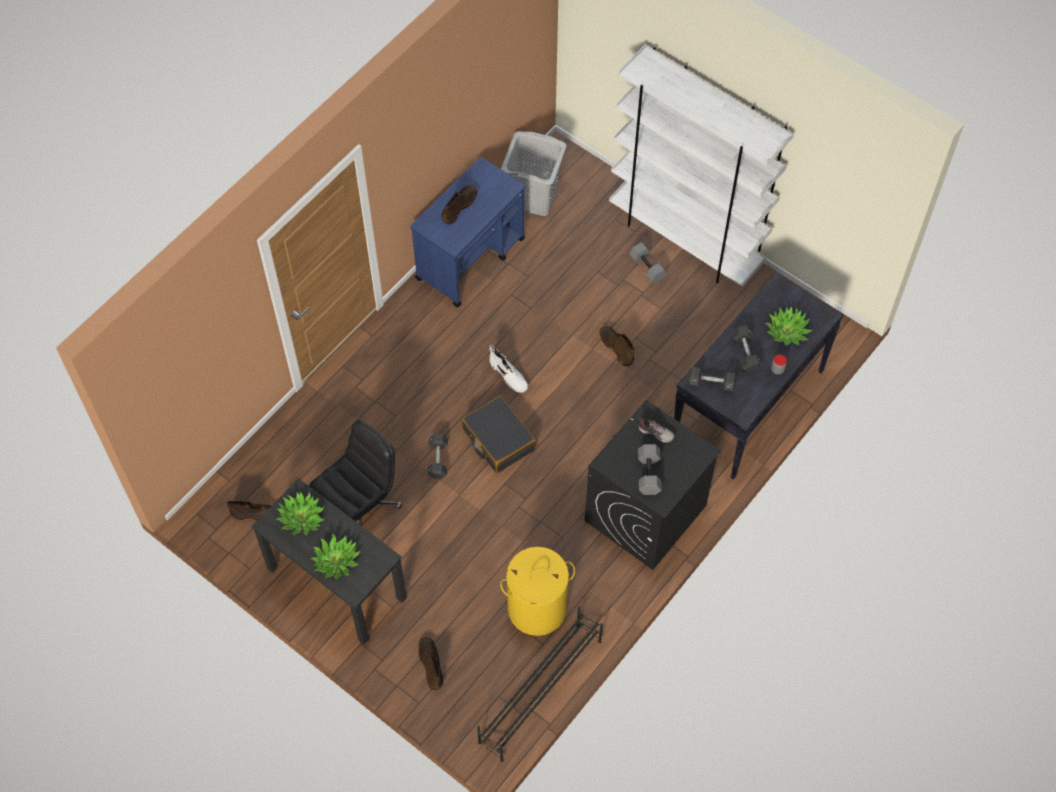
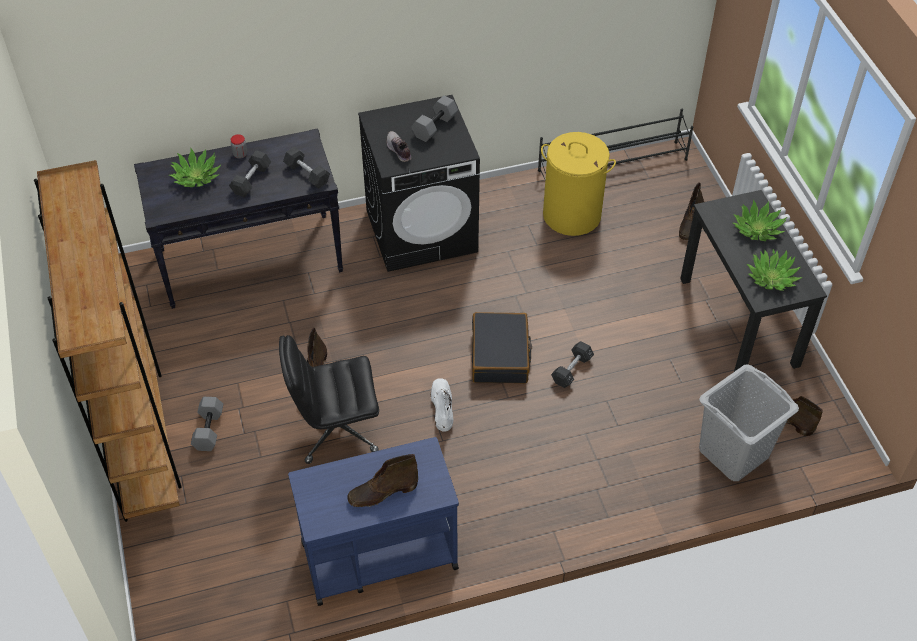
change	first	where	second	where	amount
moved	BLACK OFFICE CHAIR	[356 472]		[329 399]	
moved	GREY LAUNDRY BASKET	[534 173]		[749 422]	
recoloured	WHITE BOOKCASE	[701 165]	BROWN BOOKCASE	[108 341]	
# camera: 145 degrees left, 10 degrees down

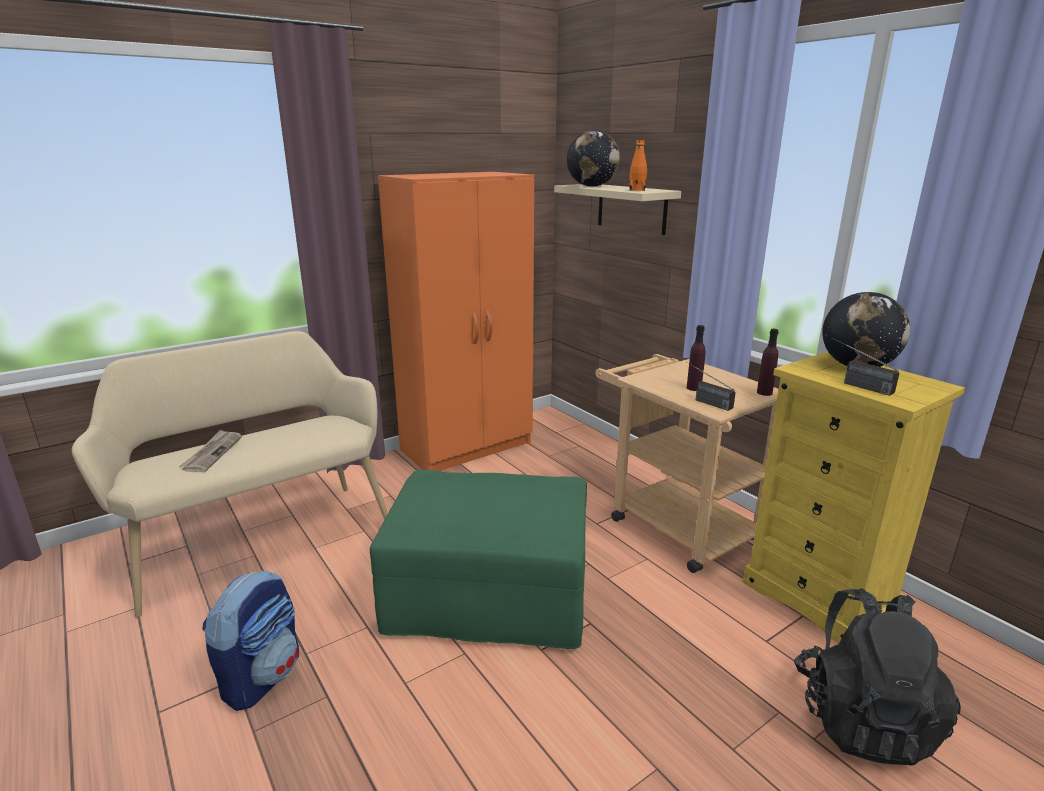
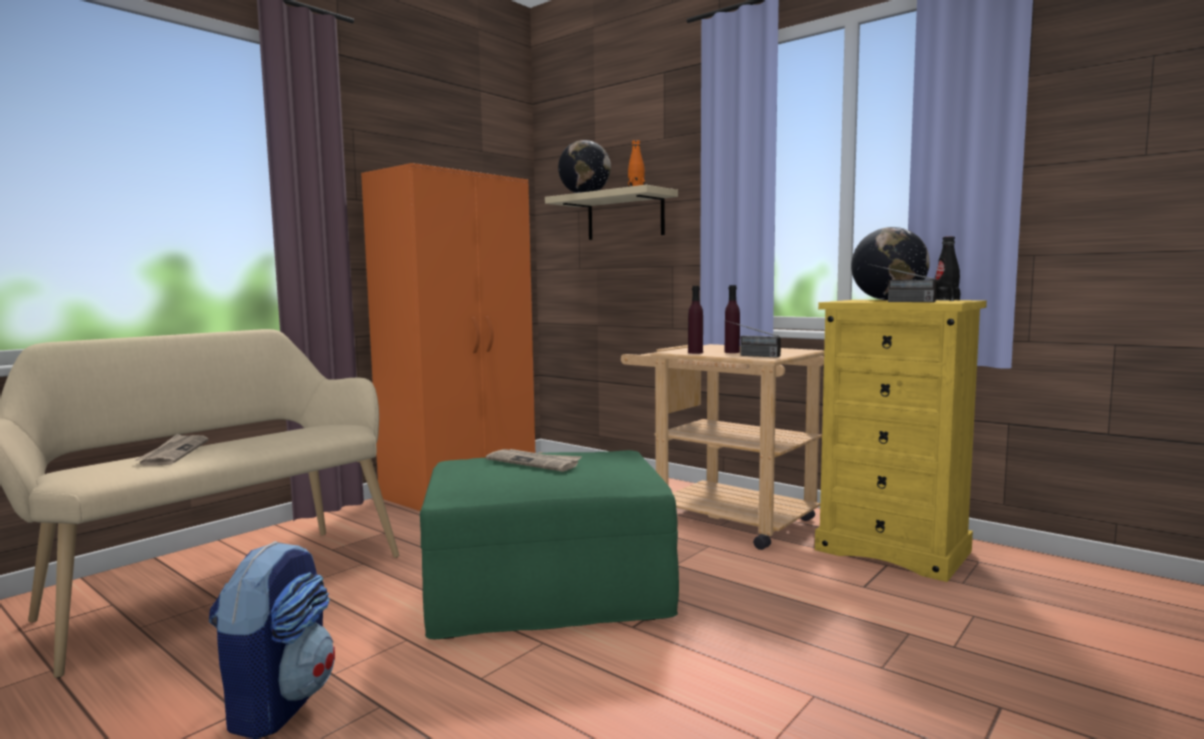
change	first	where	second	where	amount
moved	PURPLE BOTTLE	[768 362]		[695 320]	
removed	BLACK BACKPACK	[877 677]			
added			NEWSPAPER	[534 460]	
added			BLACK BOTTLE	[947 268]	
# camera: 15 degrees left, 15 degrees down

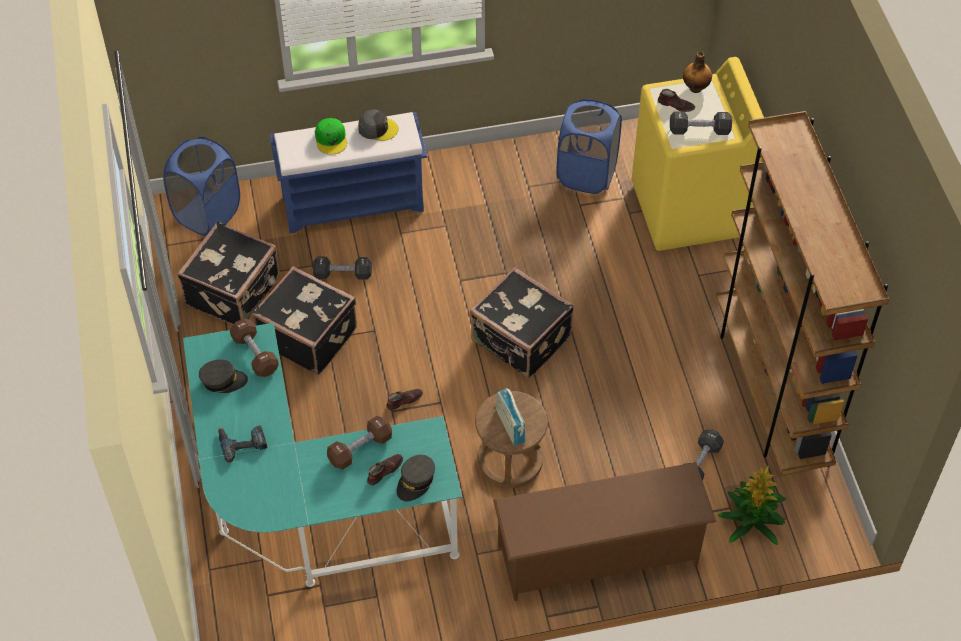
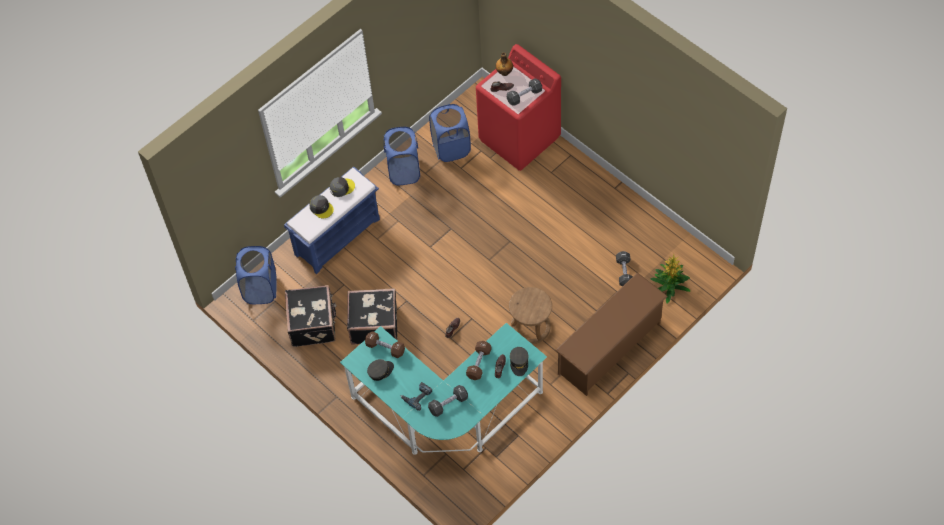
change	first	where	second	where	amount
moved	BLACK DUMBBELL	[342 268]		[448 401]	
recoloured	GREEN CAP	[331 136]	GREY CAP	[322 206]	
removed	BLACK SUITCASE	[522 322]			
removed	RADIO	[511 417]			
recoloured	YELLOW WASHING MACHINE	[698 154]	RED WASHING MACHINE	[518 107]	
removed	BROWN BOOKCASE	[802 293]			
added			BLUE LAUNDRY BASKET	[402 156]	
# camera: 30 degrees left, 5 degrees up

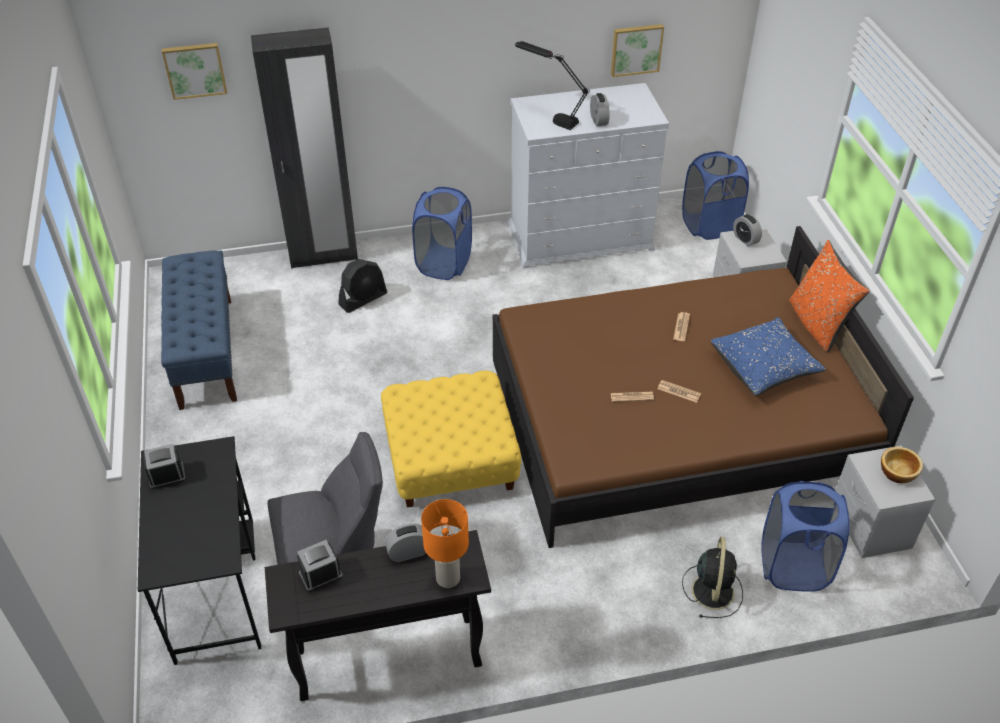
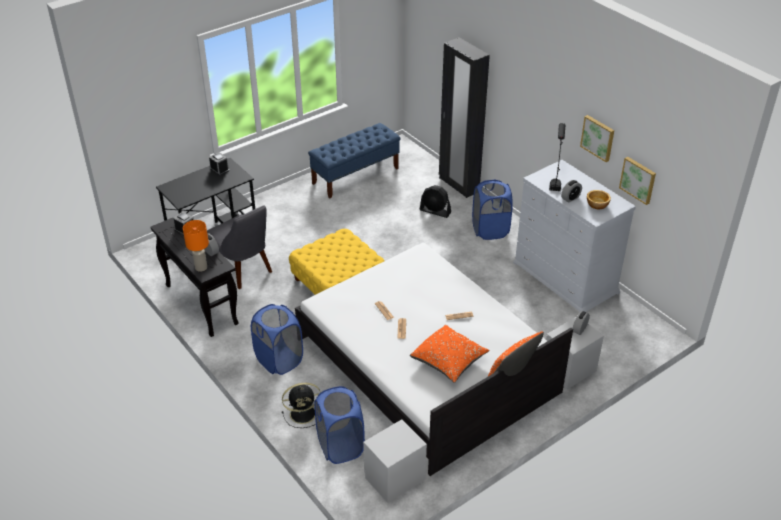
change	first	where	second	where	amount
moved	PICTURE	[194 71]		[597 138]	
recoloured	BROWN BED	[703 387]	WHITE BED	[434 359]	
moved	BLUE LAUNDRY BASKET	[715 195]		[277 339]	
recoloured	BLUE PILLOW	[768 356]	ORANGE PILLOW	[450 354]	
moved	BOWL	[902 465]		[599 200]	
# camera: 65 degrees right, 5 degrees down

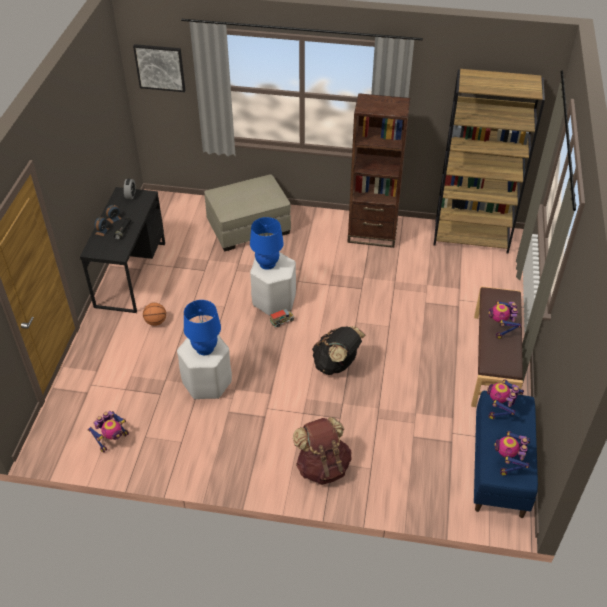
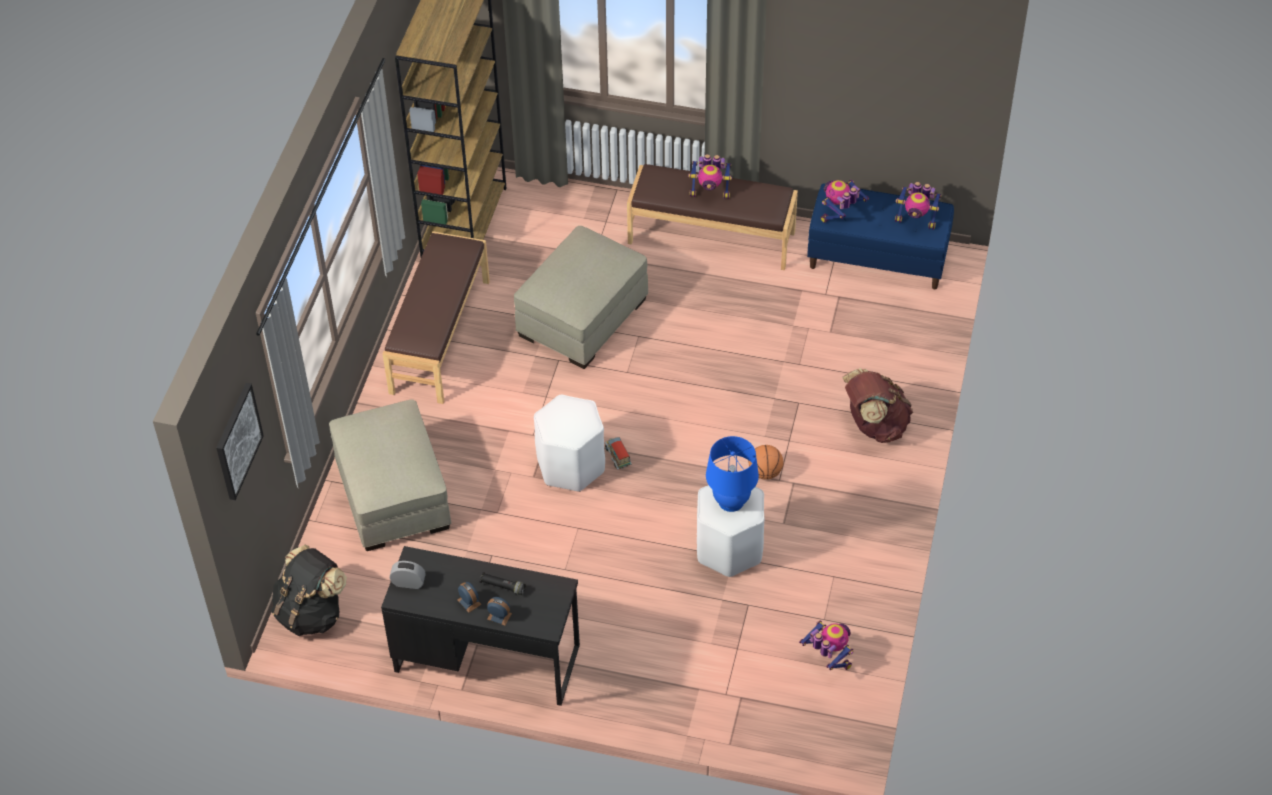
change	first	where	second	where	amount
moved	BASKETBALL	[154 314]		[766 462]	
removed	BLUE TABLE LAMP	[267 243]			
moved	BLACK BACKPACK	[338 350]		[309 590]	
replaced	BROWN BOOKCASE	[378 170]	BROWN BENCH	[436 317]	
turned	TOY ROBOT	[505 399]		[844 201]	105 degrees clockwise
added			BEIGE OTTOMAN	[581 297]	
# camera: 85 degrees left, 5 degrees up

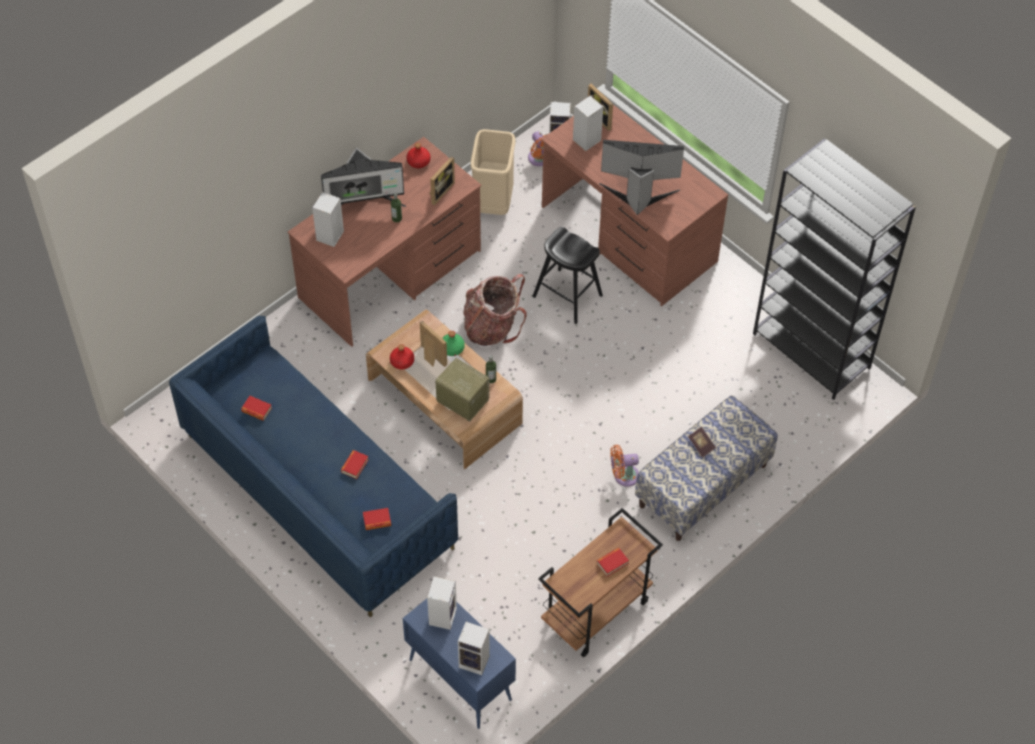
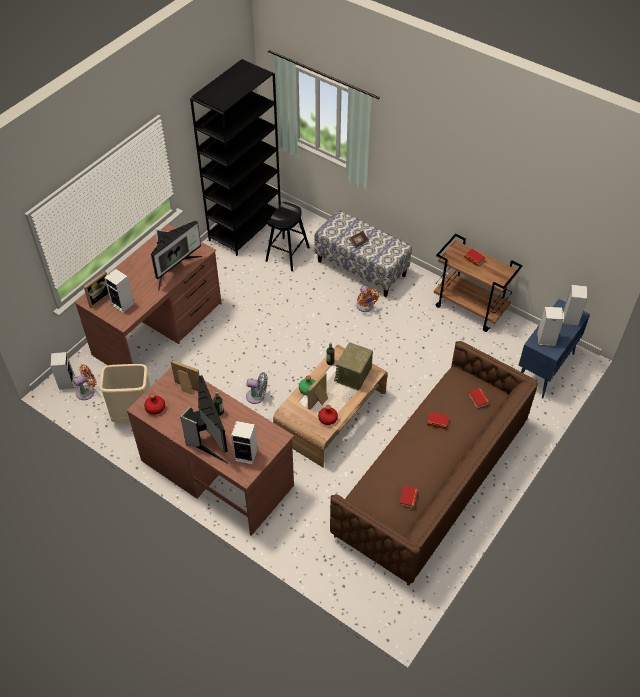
change	first	where	second	where	amount
recoloured	BLUE SOFA	[313 466]	BROWN SOFA	[434 463]	
replaced	BACKPACK	[495 310]	GREY FAN	[257 388]	
moved	BLACK STOOL	[568 275]		[288 236]	
turned	MONITOR	[641 177]		[177 256]	135 degrees counterclockwise
# camera: 100 degrees left, 5 degrees down

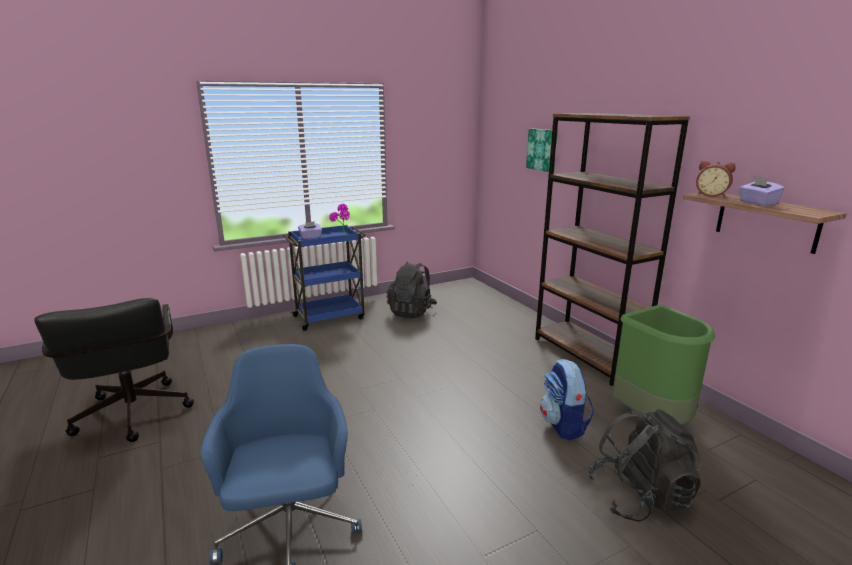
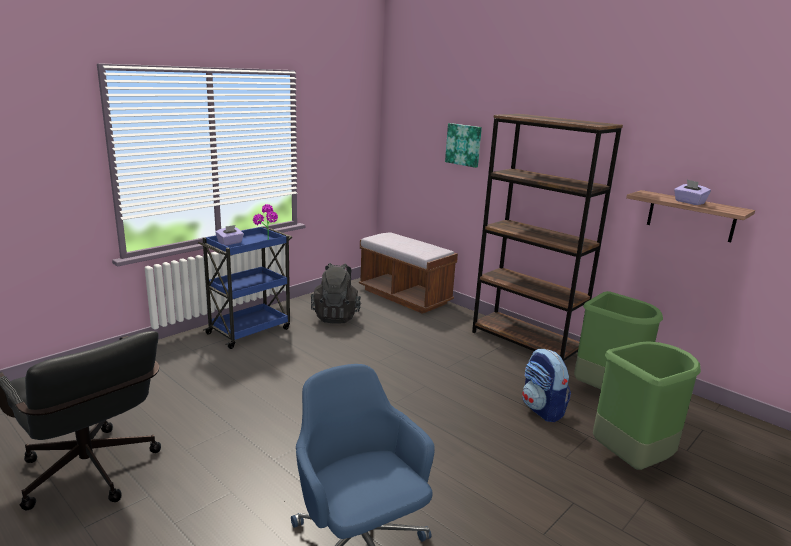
change	first	where	second	where	amount
replaced	BLACK BACKPACK	[645 465]	GREEN TRASH CAN	[647 405]	
removed	ALARM CLOCK	[716 179]			
added			BROWN BENCH	[408 273]	
# camera: 20 degrees left, 0 degrees up

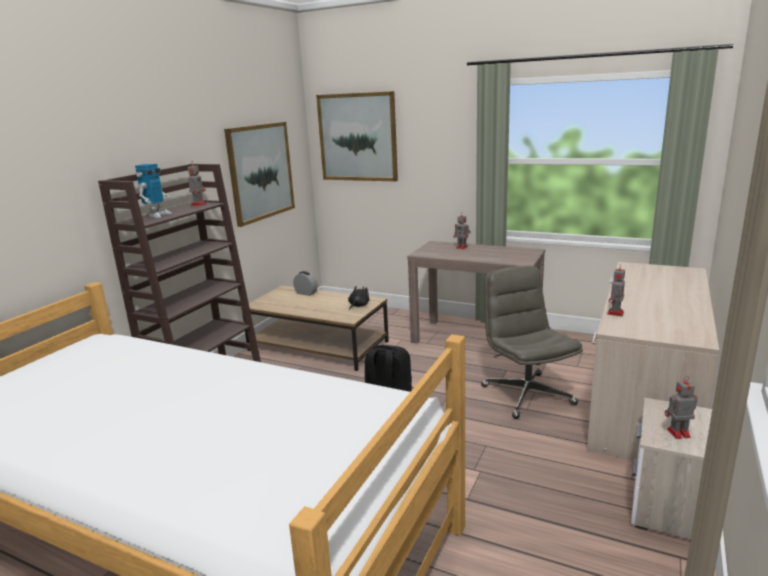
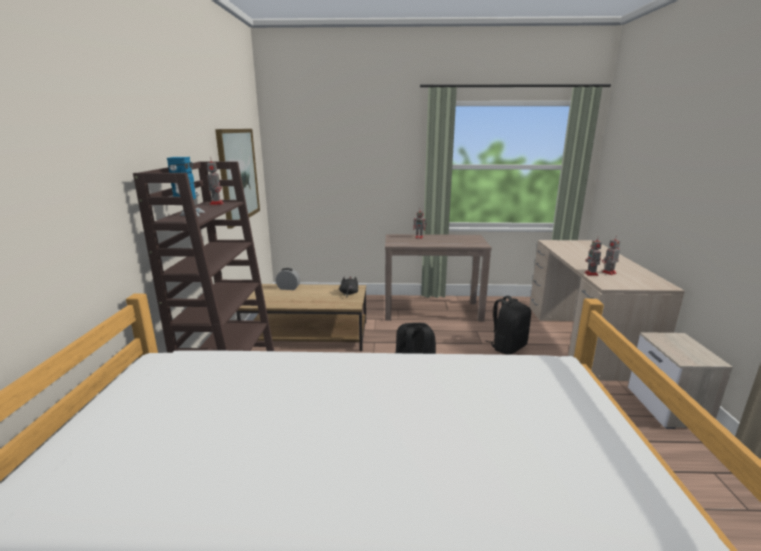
change	first	where	second	where	amount
removed	PICTURE	[357 136]			
replaced	GREY OFFICE CHAIR	[532 342]	BLACK BACKPACK	[508 325]	
moved	TOY ROBOT	[681 407]		[611 255]	
# camera: 25 degrees left, 0 degrees up

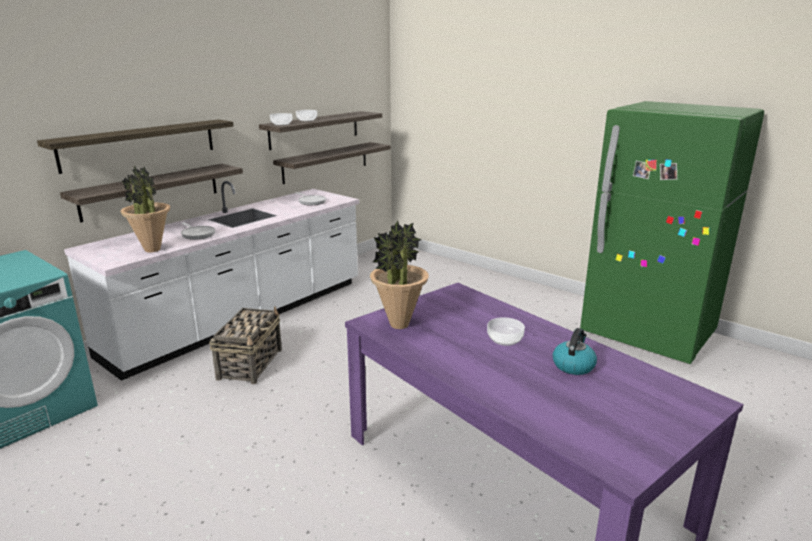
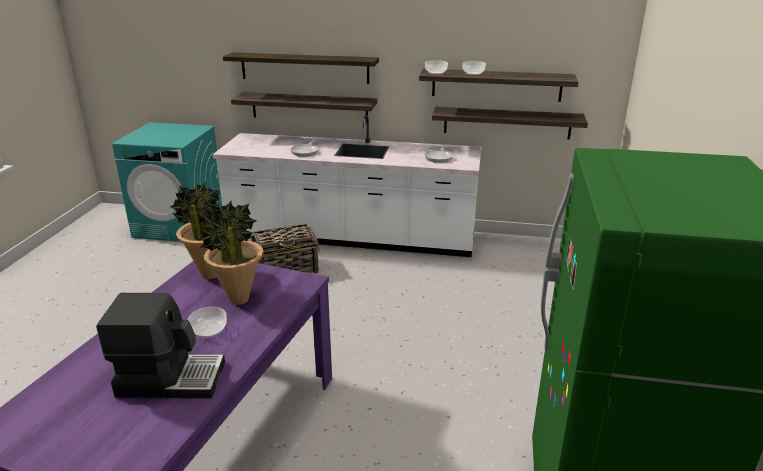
change	first	where	second	where	amount
moved	POTTED PLANT	[145 208]		[230 253]	
replaced	KETTLE	[575 351]	COFFEE MACHINE	[160 345]	
# camera: 60 degrees right, 5 degrees up

